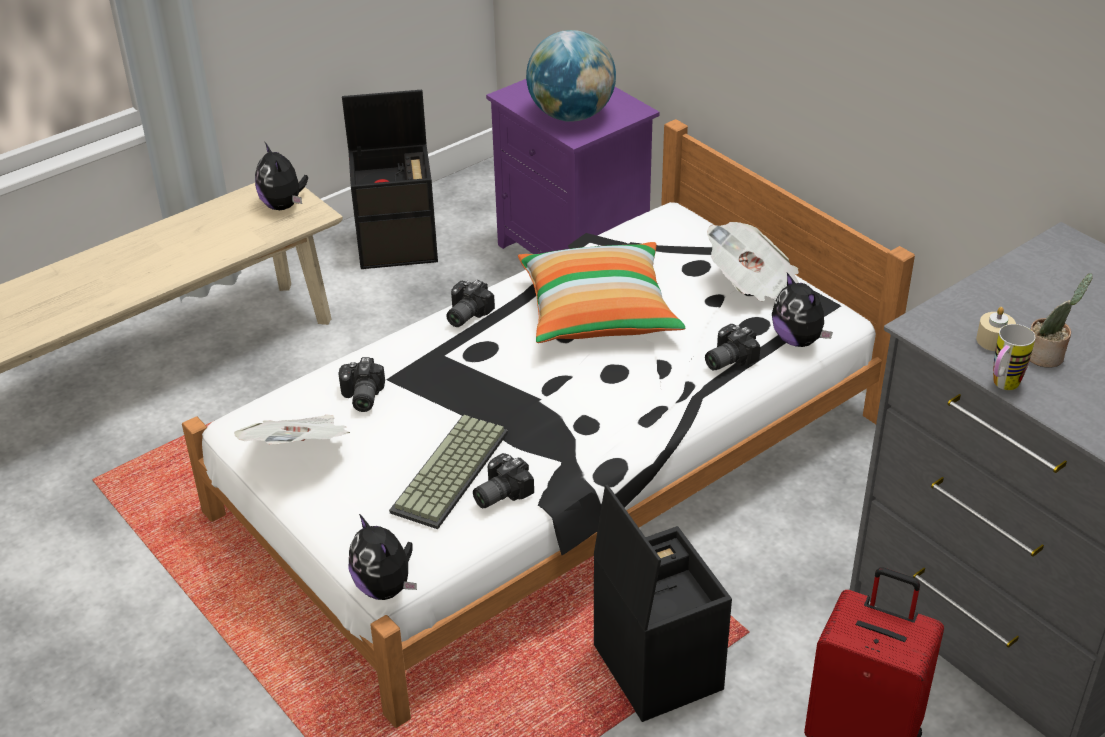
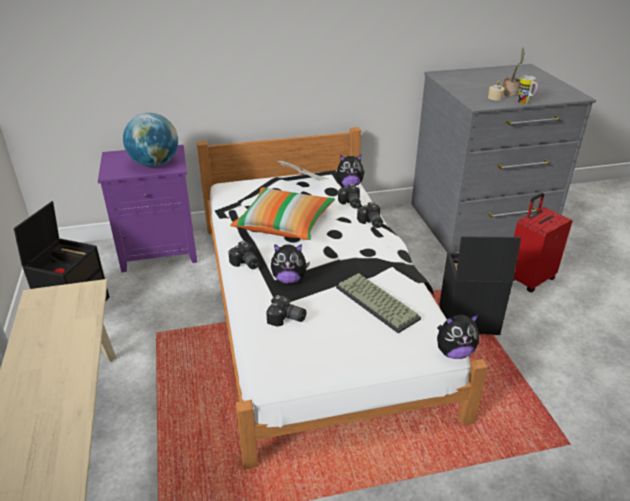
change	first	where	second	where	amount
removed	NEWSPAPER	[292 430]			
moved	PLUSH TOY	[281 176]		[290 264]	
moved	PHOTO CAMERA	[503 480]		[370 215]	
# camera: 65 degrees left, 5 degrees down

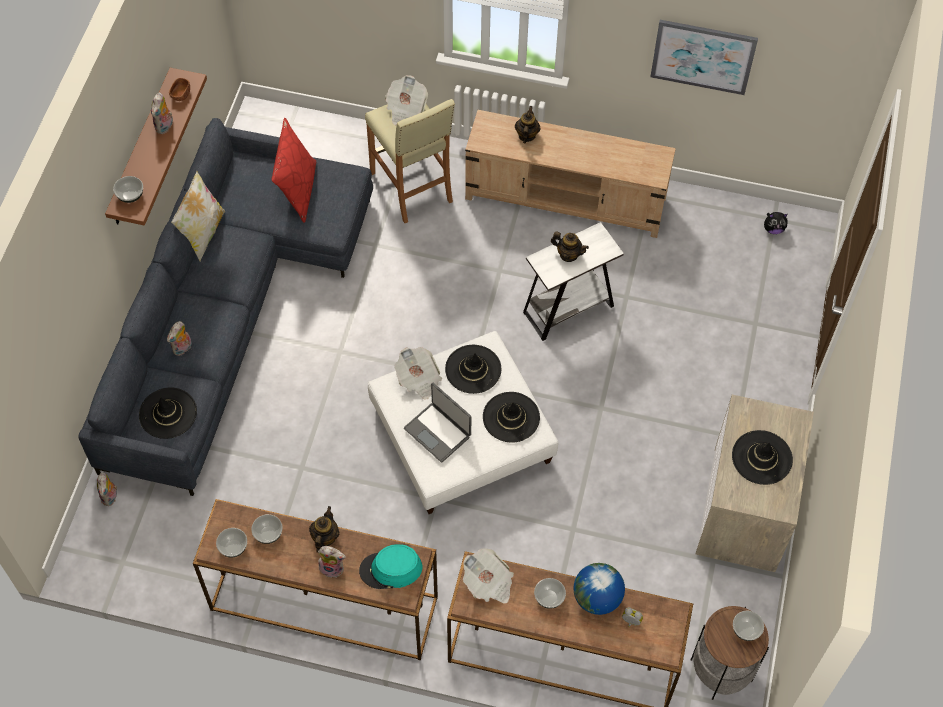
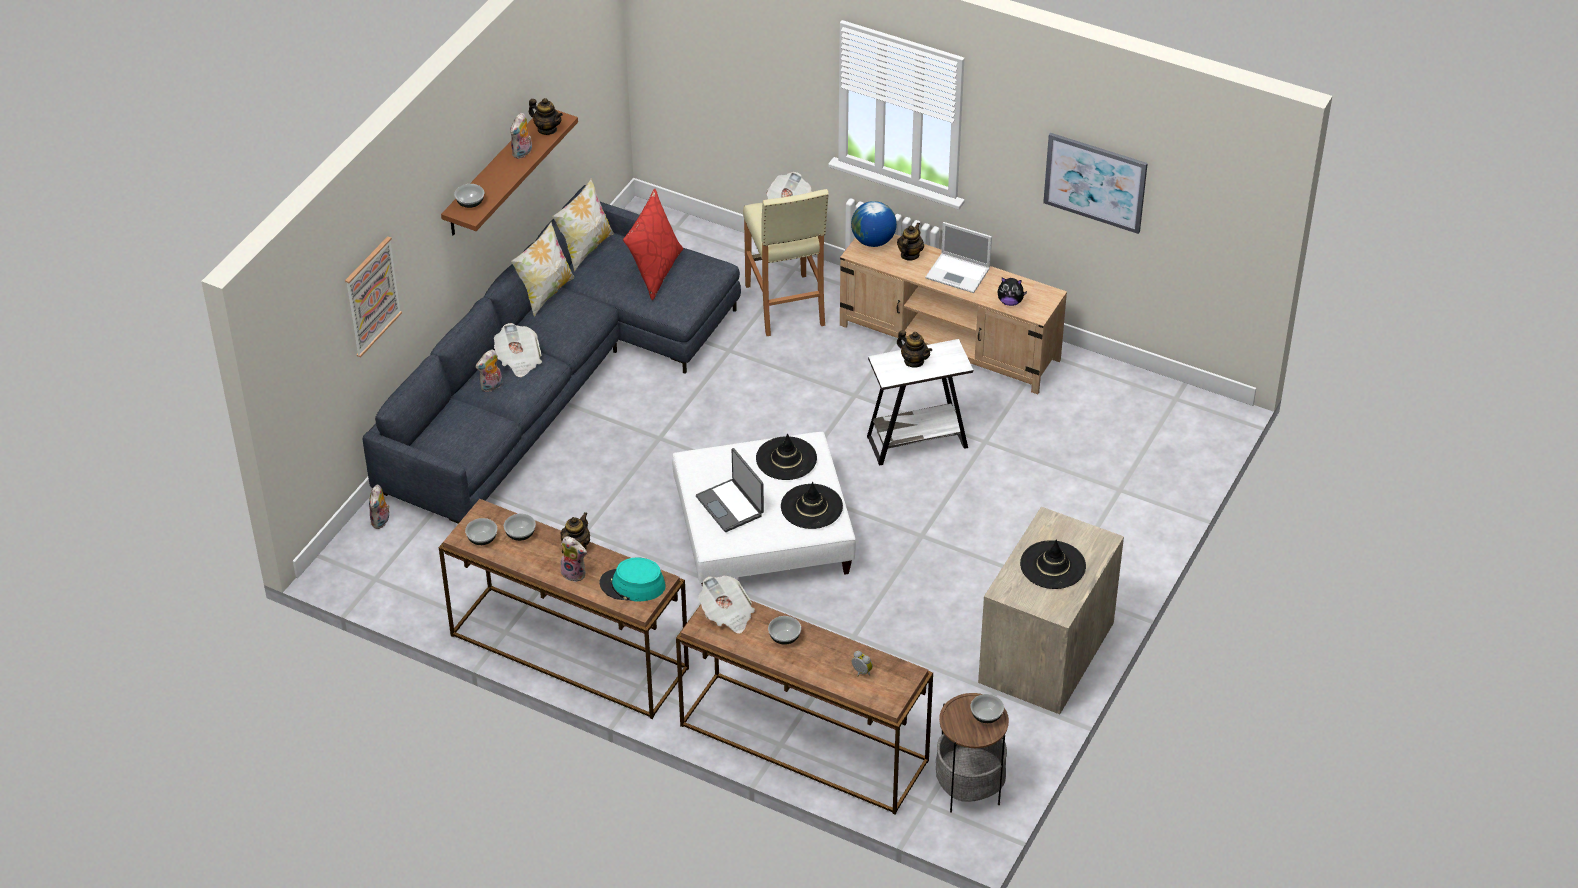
change	first	where	second	where	amount
removed	BLACK HAT	[168 413]			
replaced	BROWN BOWL	[179 89]	TEAPOT	[546 116]	
moved	NEWSPAPER	[418 373]		[518 350]	
moved	GLOBE	[599 589]		[874 224]	
moved	PLUSH TOY	[776 223]		[1012 291]	
added			PICTURE	[373 297]	
added			PILLOW	[583 224]	
added			LAPTOP	[958 257]	
# camera: 15 degrees right, 15 degrees down

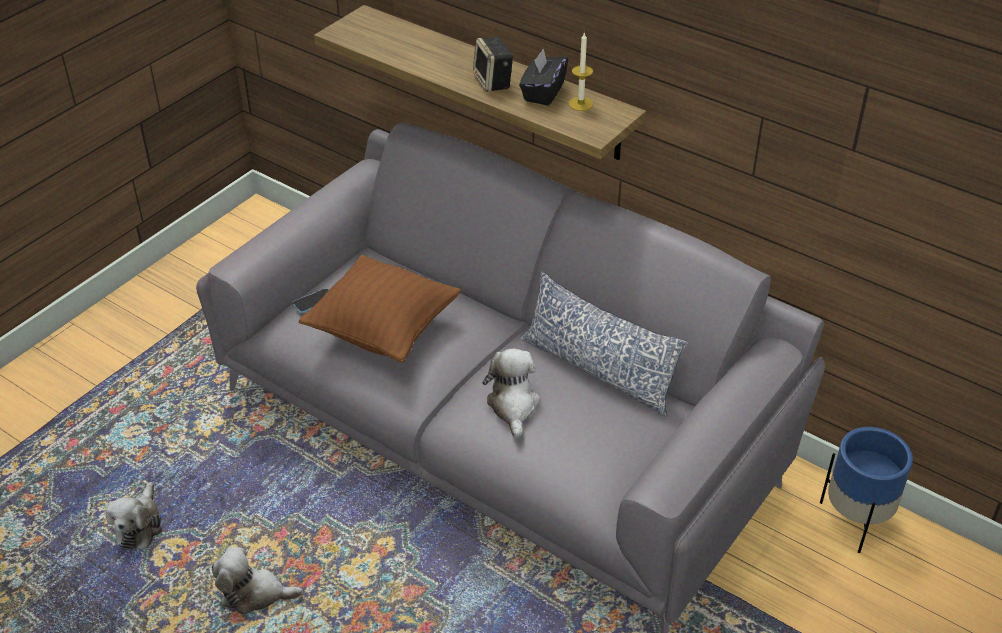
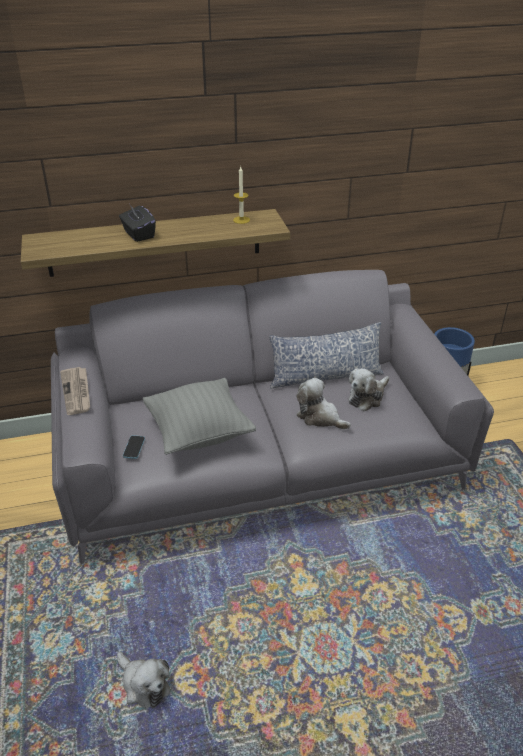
change	first	where	second	where	amount
moved	PLUSH TOY	[257 580]		[369 389]	
recoloured	BROWN PILLOW	[380 309]	GREY PILLOW	[199 416]	
removed	SPEAKER	[493 64]			
moved	BLACK TISSUE BOX	[543 77]		[137 223]	
added			NEWSPAPER	[75 391]	
# camera: 50 degrees left, 5 degrees down

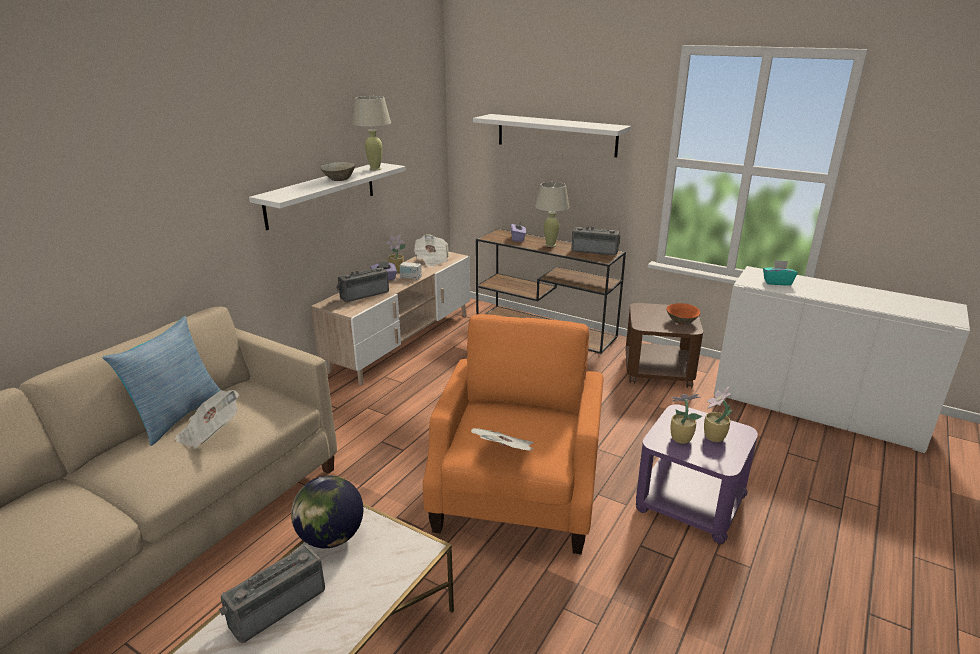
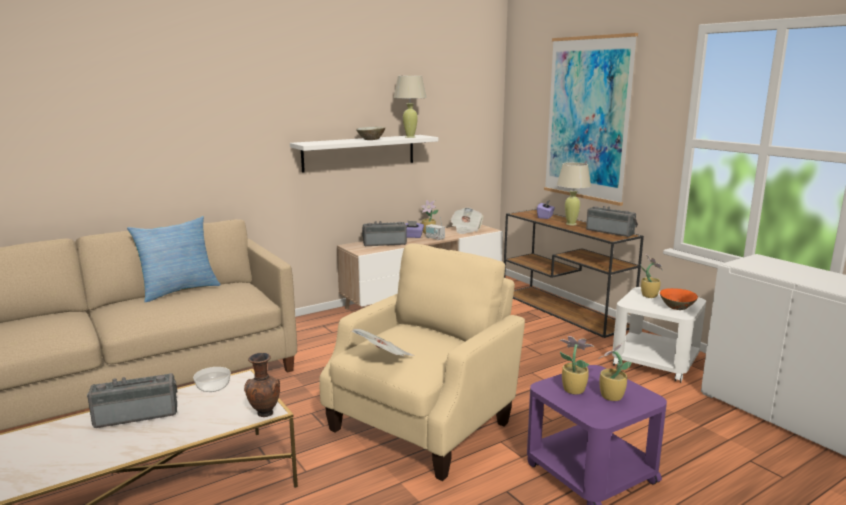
change	first	where	second	where	amount
removed	NEWSPAPER	[207 419]			
replaced	GLOBE	[327 511]	BOWL	[212 379]	
recoloured	ORANGE ARMCHAIR	[513 434]	BEIGE ARMCHAIR	[422 362]	
replaced	WHITE SHELF	[552 135]	PICTURE	[591 119]	
recoloured	BROWN SIDE TABLE	[664 345]	WHITE SIDE TABLE	[659 335]	
removed	TURQUOISE TISSUE BOX	[780 273]			
added			BROWN VASE	[262 384]	
added			POTTED PLANT	[651 276]	
# camera: 25 degrees right, 10 degrees down

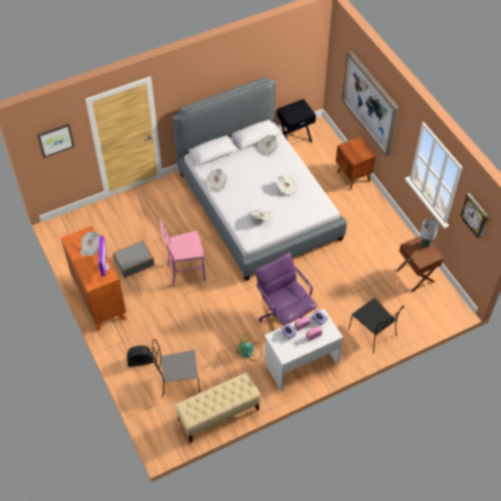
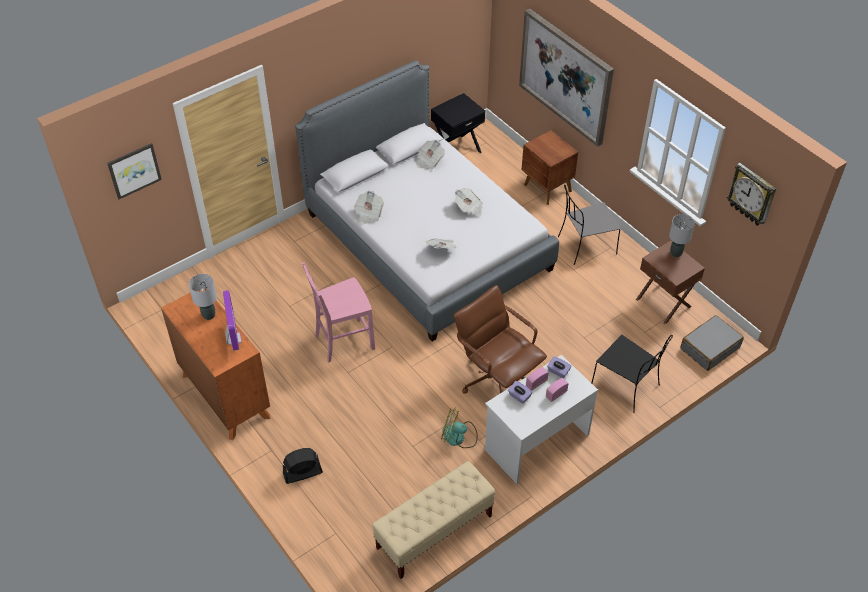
change	first	where	second	where	amount
replaced	NEWSPAPER	[89 243]	GREY TABLE LAMP	[203 297]	
moved	GREY SUITCASE	[133 259]		[712 343]	
moved	GREY CHAIR	[176 368]		[589 225]	
recoloured	PURPLE OFFICE CHAIR	[286 289]	BROWN OFFICE CHAIR	[500 339]	
# camera: 10 degrees left, 5 degrees down

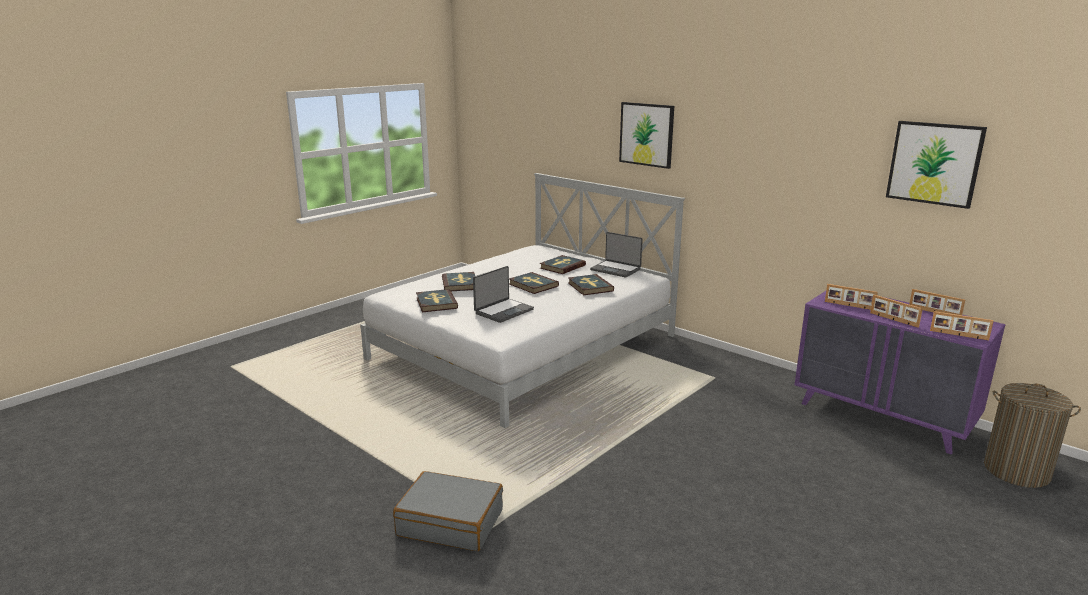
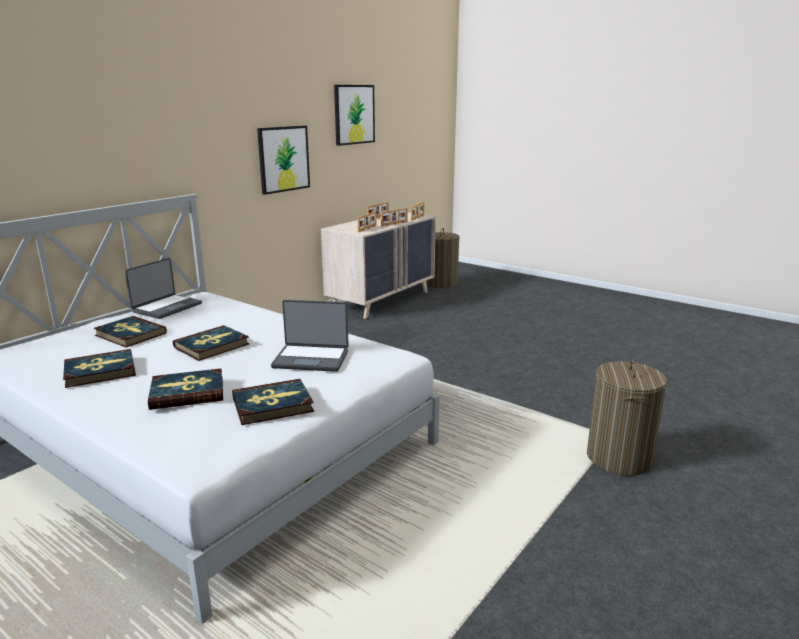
change	first	where	second	where	amount
replaced	GREY SUITCASE	[448 511]	LAUNDRY BASKET	[627 417]	
turned	LAPTOP	[503 294]		[310 336]	150 degrees clockwise
moved	BOOK	[591 284]		[99 368]	
moved	PICTURE	[646 135]		[283 160]	
recoloured	PURPLE DRESSER	[900 373]	BEIGE DRESSER	[378 265]	
# camera: 95 degrees left, 0 degrees up

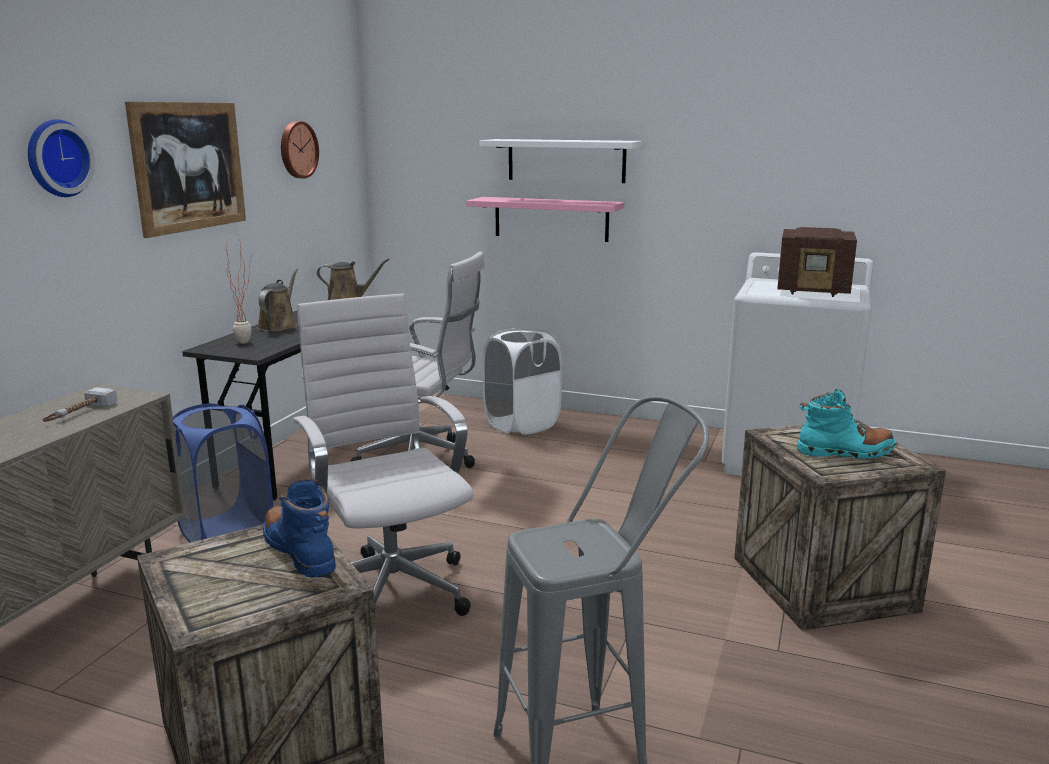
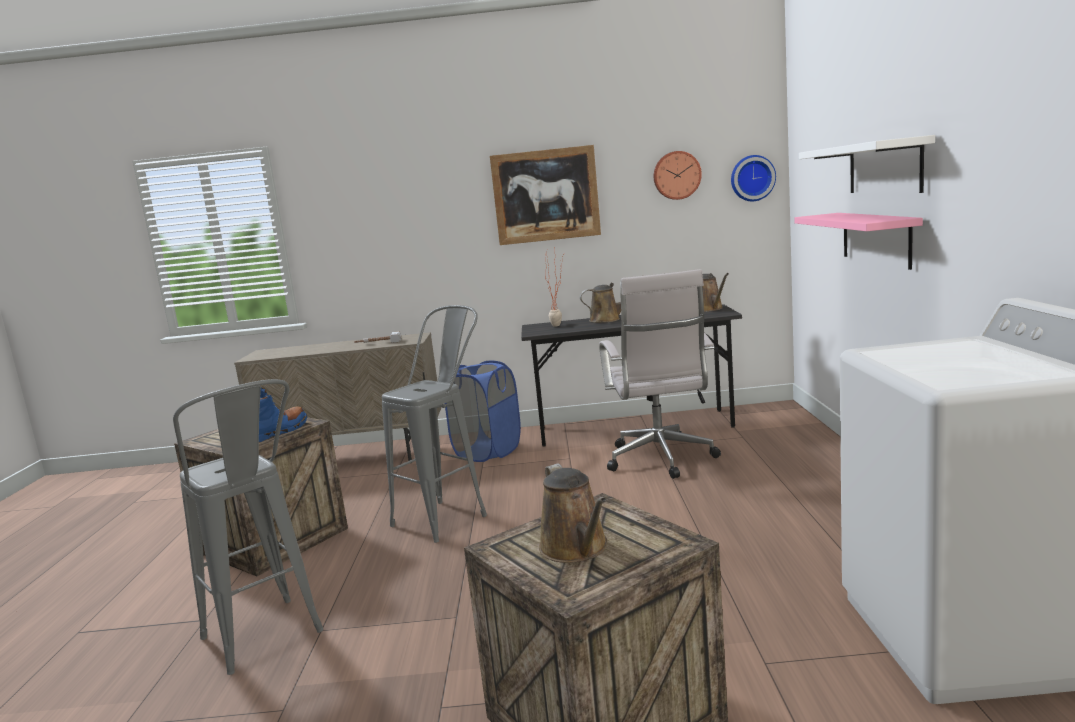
change	first	where	second	where	amount
moved	WALL CLOCK	[61 158]		[753 178]	
replaced	WHITE OFFICE CHAIR	[383 455]	GREY STOOL	[434 424]	
removed	WHITE LAUNDRY BASKET	[522 381]			
removed	RADIO	[817 262]			
replaced	TURQUOISE BOOT	[846 424]	BROWN WATERING CAN	[573 513]	
# camera: 70 degrees right, 5 degrees down

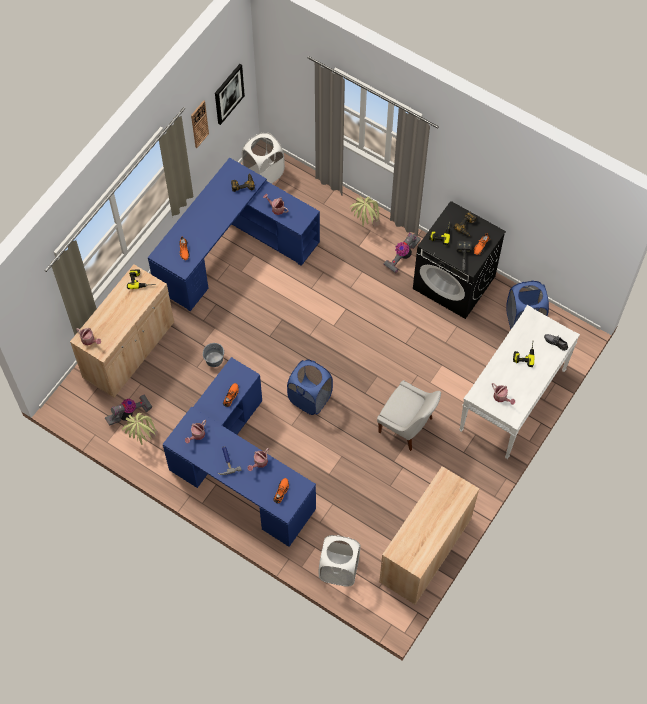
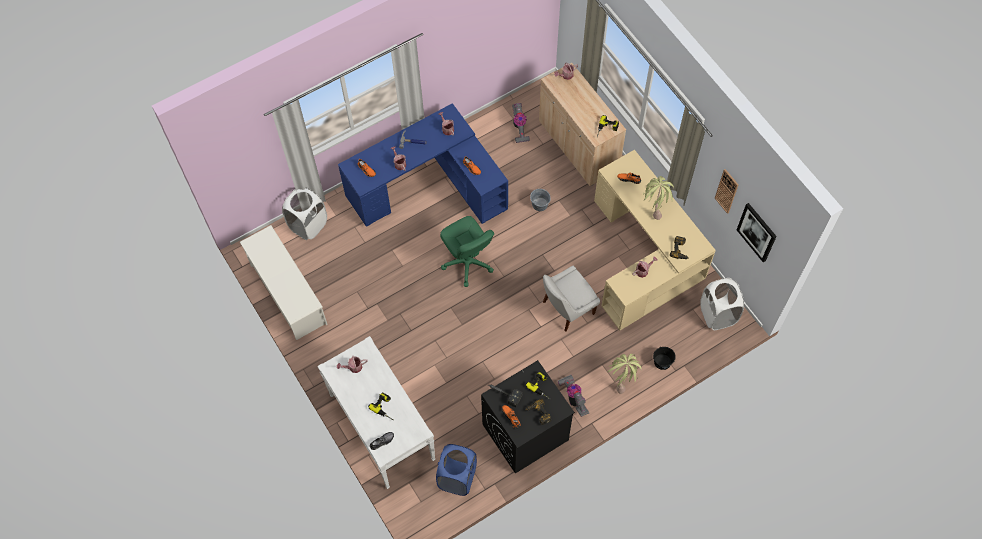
change	first	where	second	where	amount
moved	POTTED PLANT	[140 429]		[658 198]	
recoloured	BLUE DESK	[234 234]	BEIGE DESK	[655 240]	
replaced	BLUE LAUNDRY BASKET	[310 387]	GREEN OFFICE CHAIR	[467 251]	
moved	WHITE CHAIR	[409 415]		[571 299]	
replaced	BEIGE CABINET	[429 535]	WHITE SHOE RACK	[284 282]	
added			BLACK BUCKET	[664 358]	
# camera: 115 degrees right, 0 degrees up

